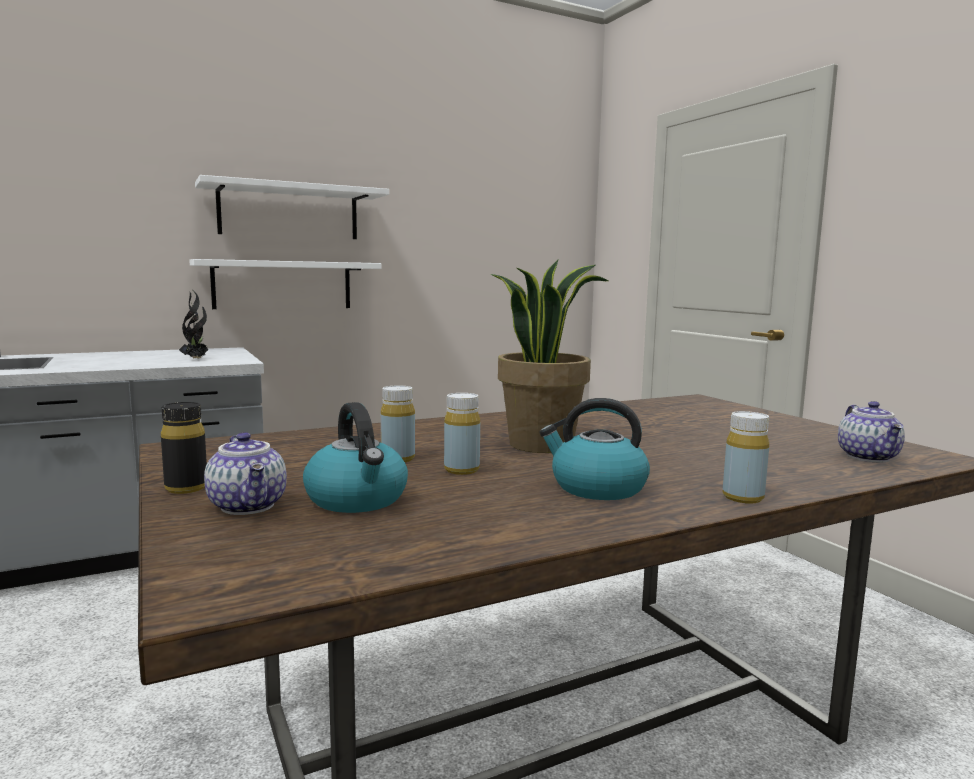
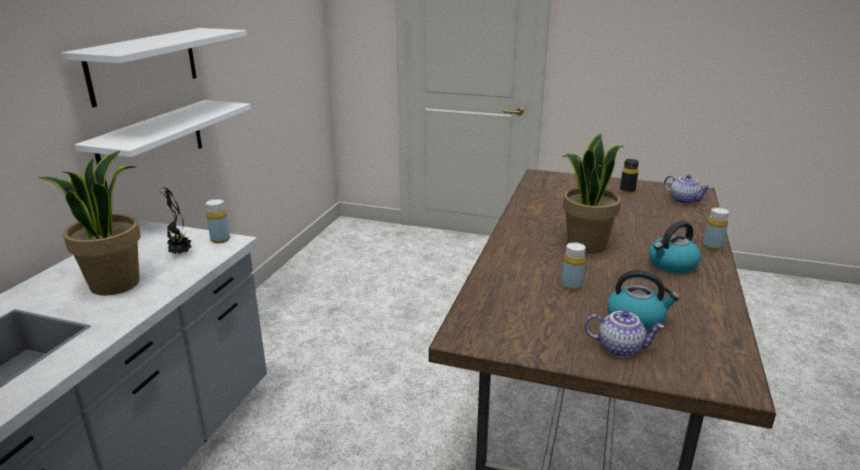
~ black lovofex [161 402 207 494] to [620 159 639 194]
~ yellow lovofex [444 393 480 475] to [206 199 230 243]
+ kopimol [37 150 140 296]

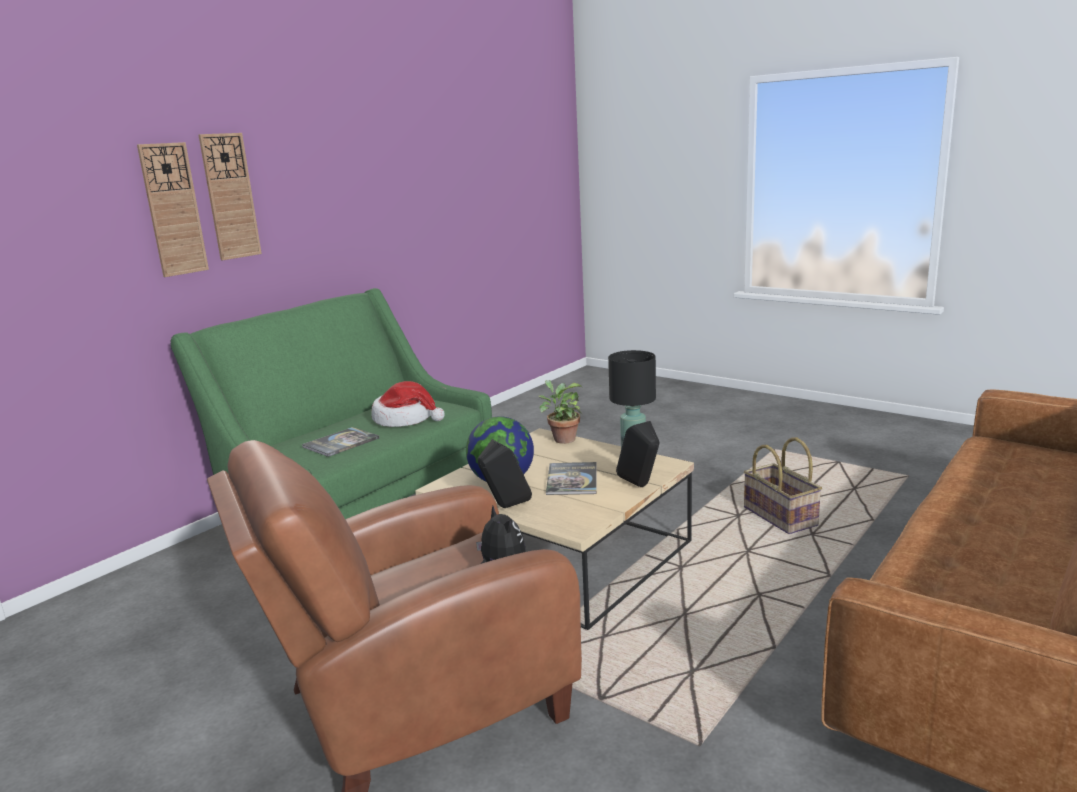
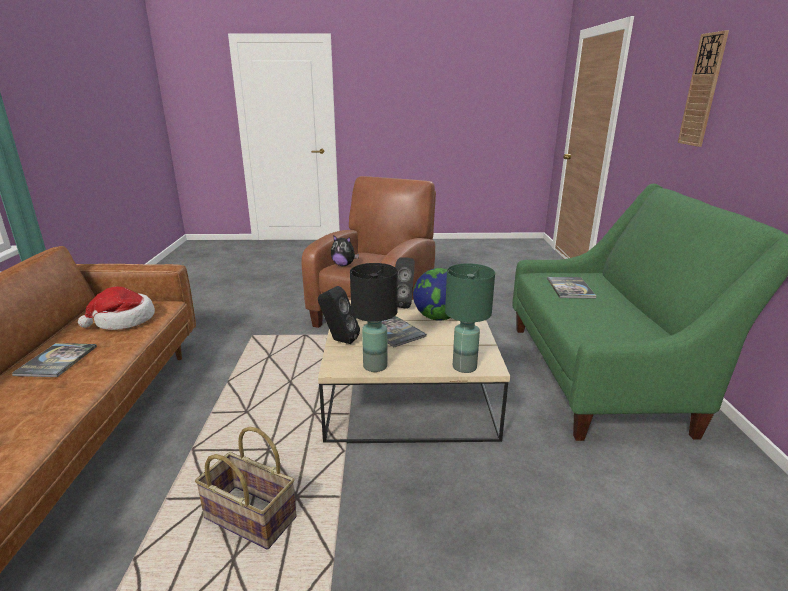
- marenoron [199 133 262 260]
~ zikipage [371 381 445 427] to [78 286 155 330]
~ kopimol [539 380 583 444] to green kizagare [445 263 495 373]
+ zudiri [12 343 97 377]

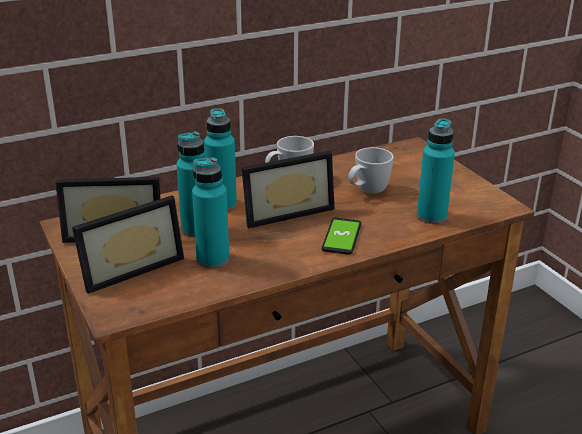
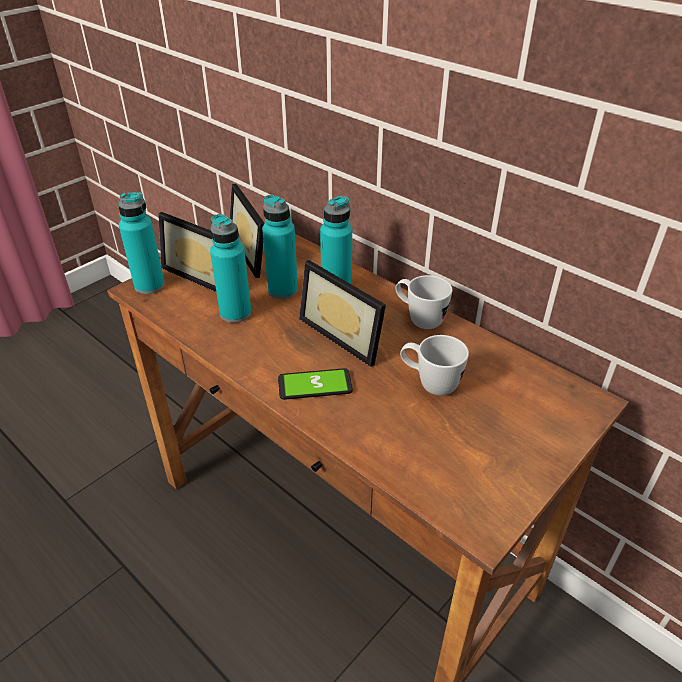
~ turquoise lovofex [417 118 455 224] to [118 192 165 294]

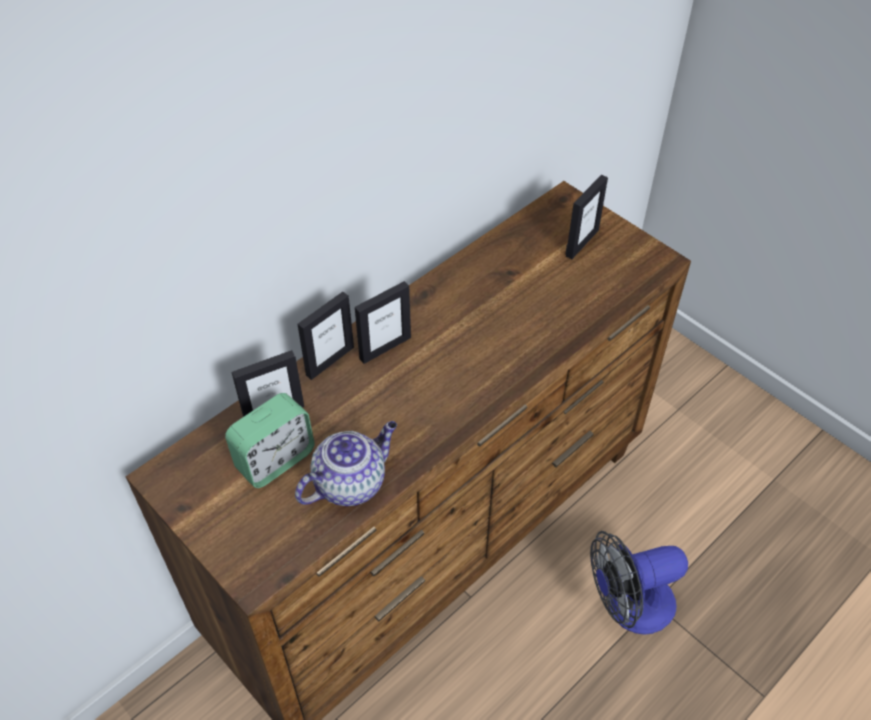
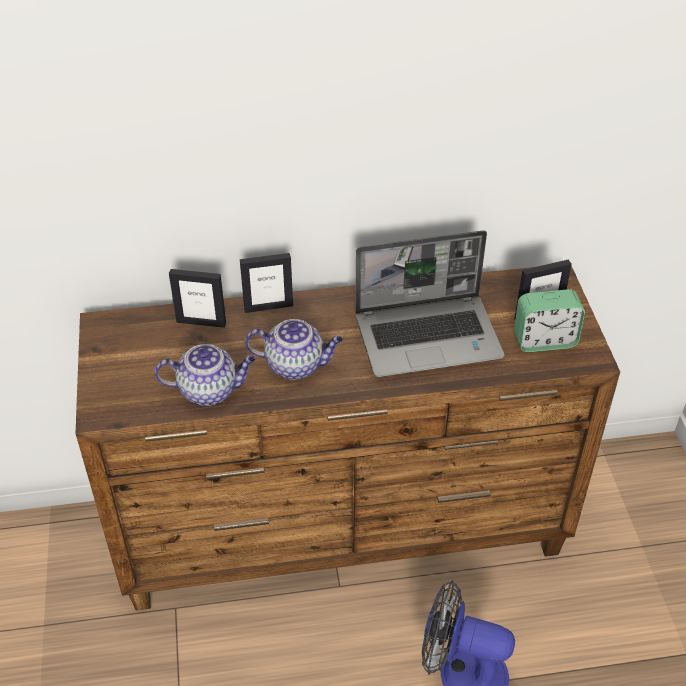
~ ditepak [225 393 315 488] to [514 289 585 352]
- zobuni [355 281 411 364]
+ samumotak [245 319 343 380]
+ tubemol [355 231 505 377]

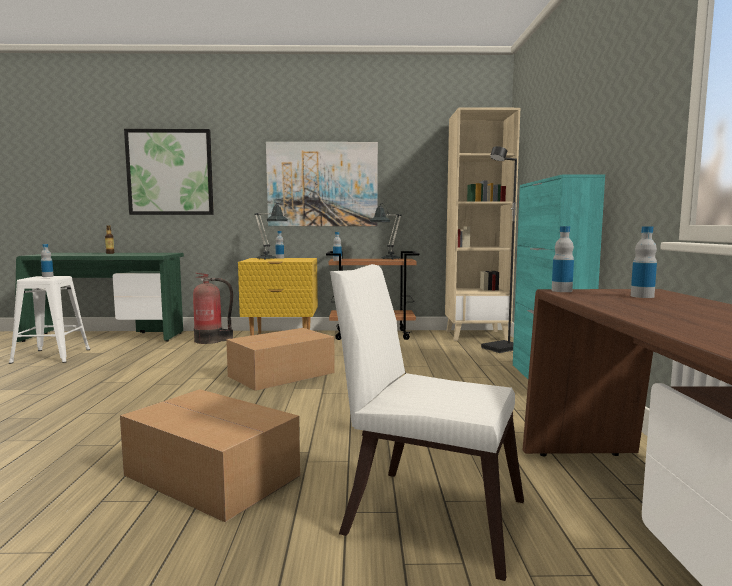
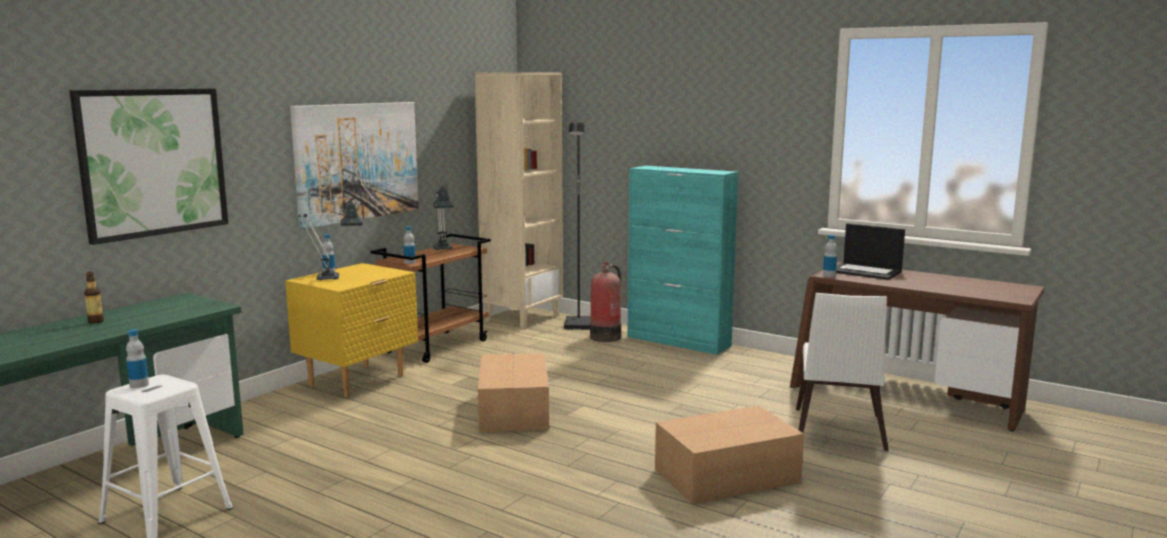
~ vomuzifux [193 273 233 344] to [590 262 621 342]
~ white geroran [330 264 524 581] = [796 293 889 451] 45 degrees counterclockwise
~ lovofex [631 226 657 298] to tubemol [836 223 905 280]

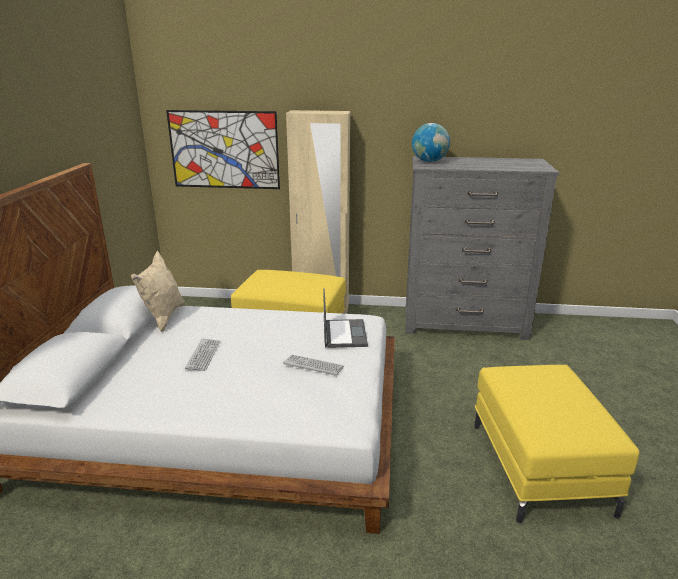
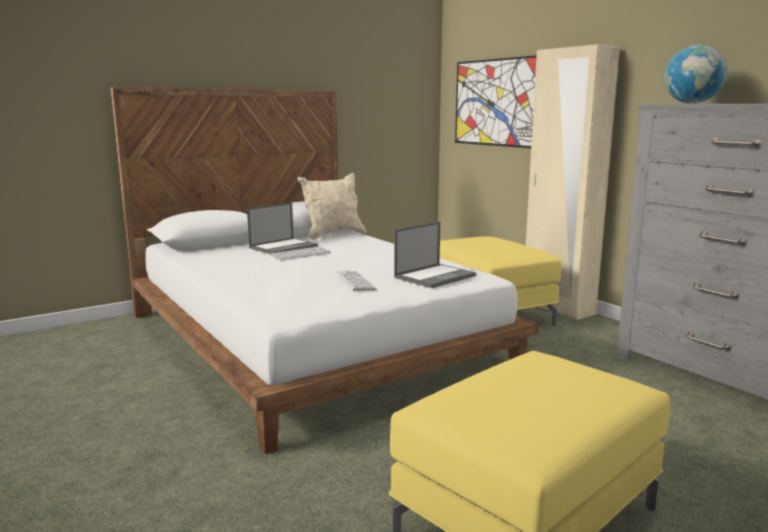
+ tubemol [247 202 318 254]

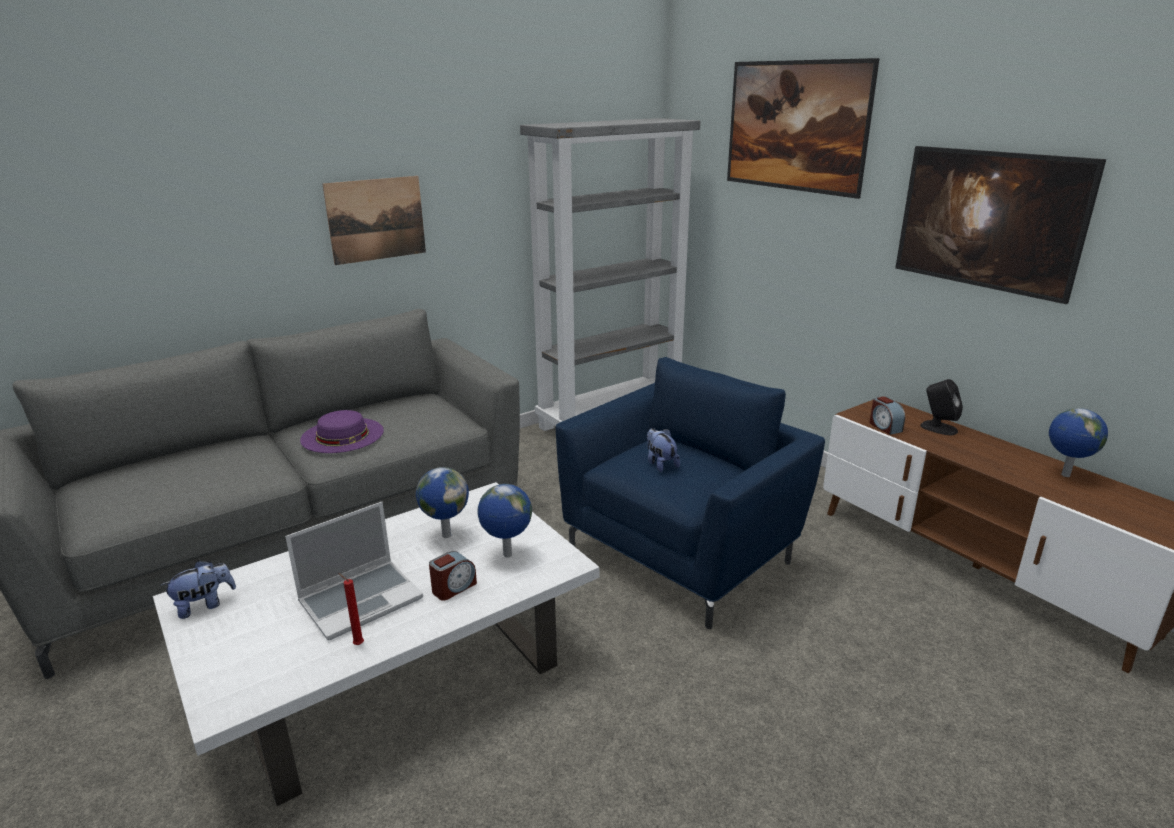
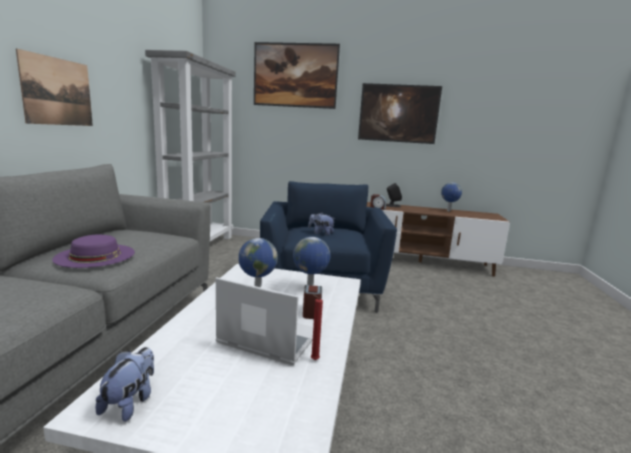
~ tubemol [285 502 423 640] = [216 277 313 365] 75 degrees counterclockwise

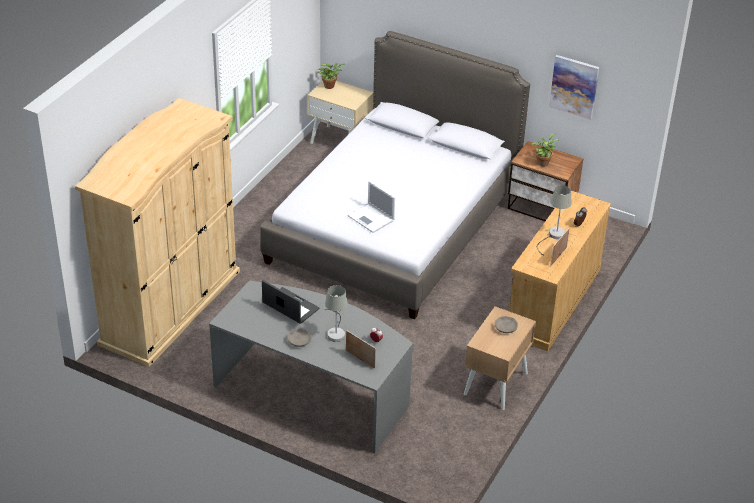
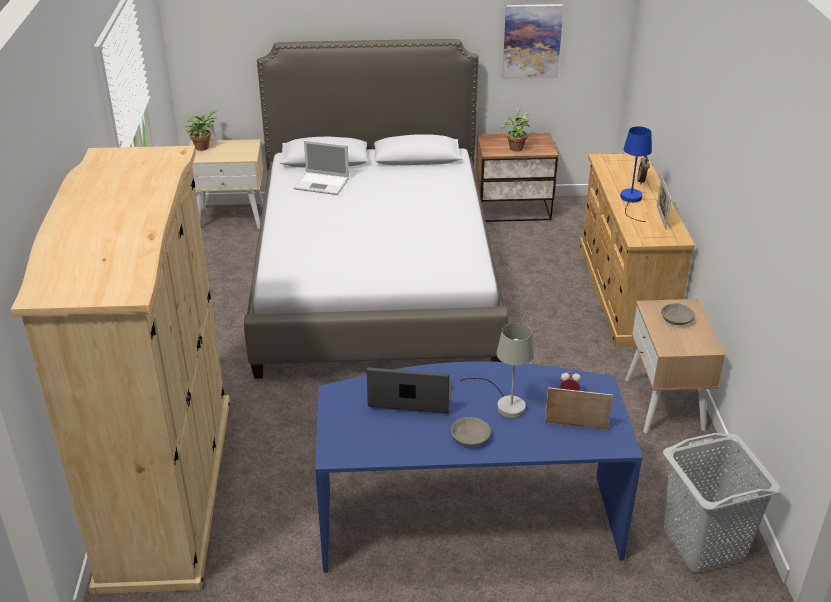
~ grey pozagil [209 281 413 454] to blue pozagil [315 362 642 573]
~ tubemol [348 181 395 233] to [294 140 349 195]
~ grey kizagare [537 185 572 255] to blue kizagare [620 127 652 222]
+ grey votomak [663 433 783 573]

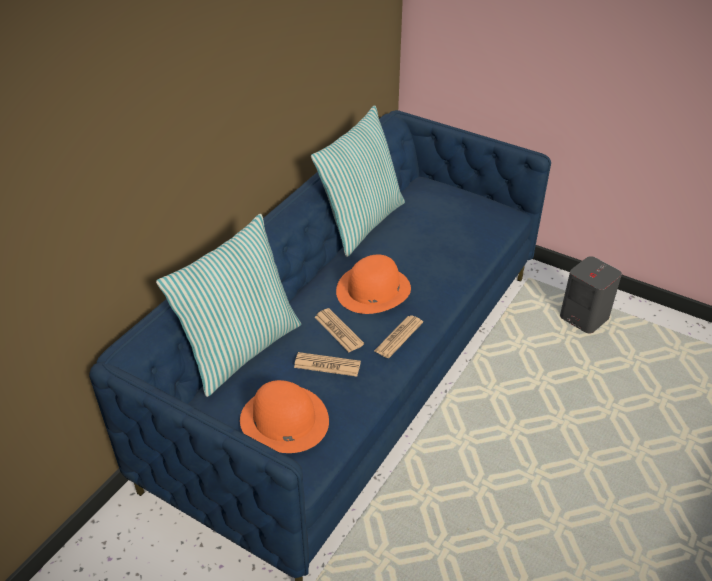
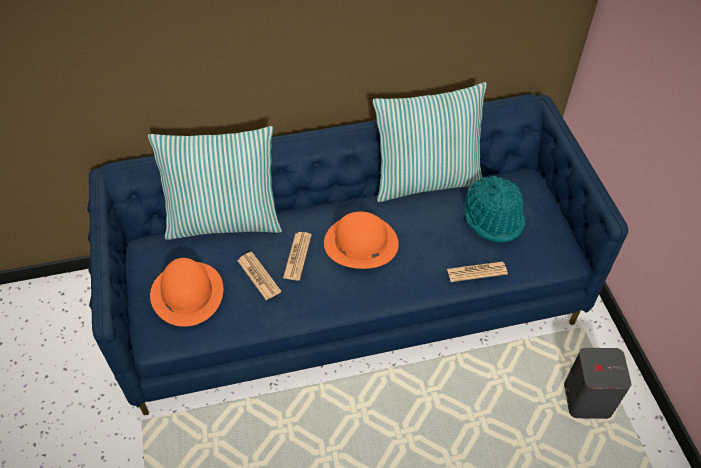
~ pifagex [374 315 423 358] to [447 261 508 282]
+ turquoise zikipage [465 176 526 243]

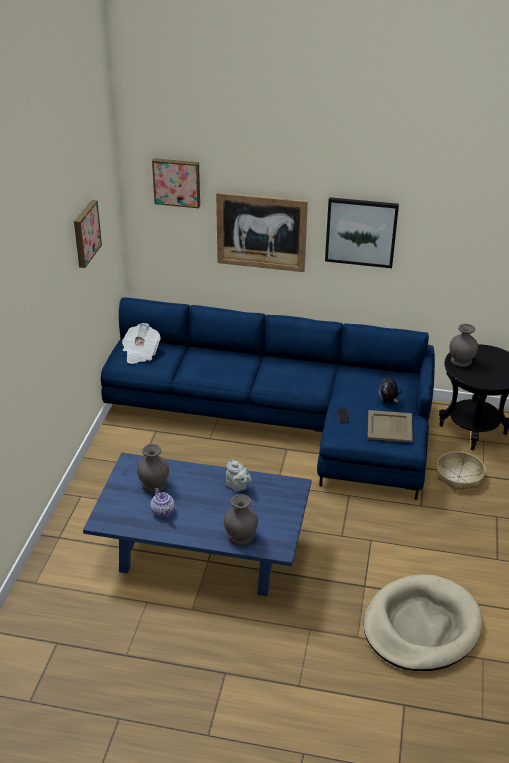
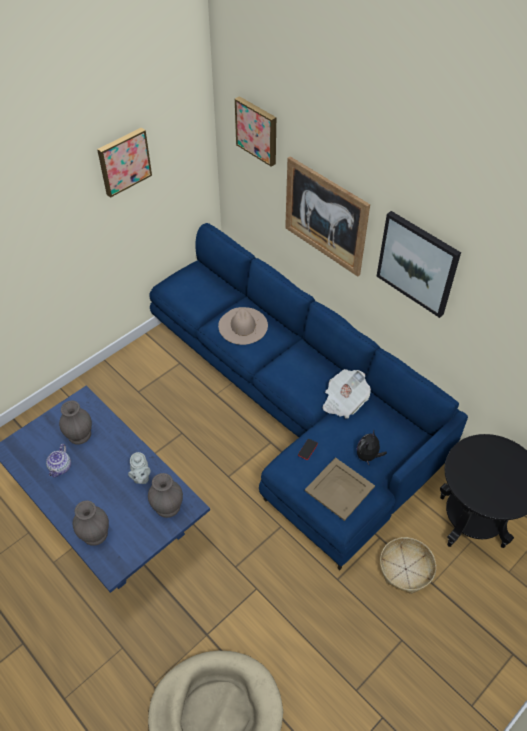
~ pifagex [122 323 161 364] to [323 369 371 419]
~ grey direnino [449 324 478 367] to [148 473 183 518]
+ beige zikipage [218 307 268 345]

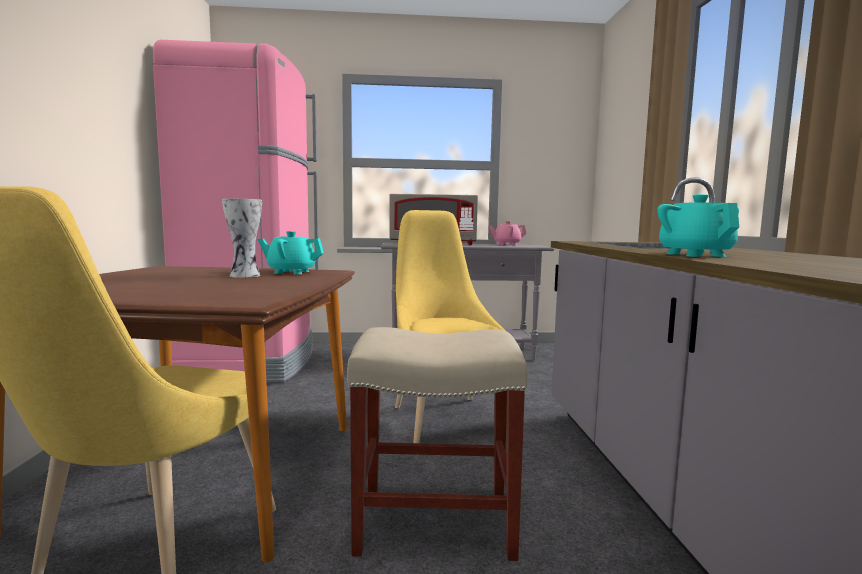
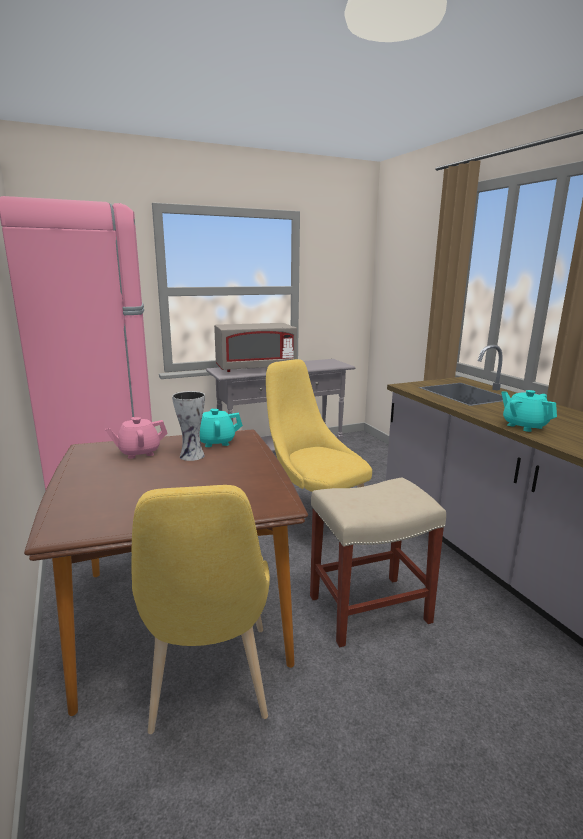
~ pink samumotak [489 221 527 246] to [105 417 168 459]

